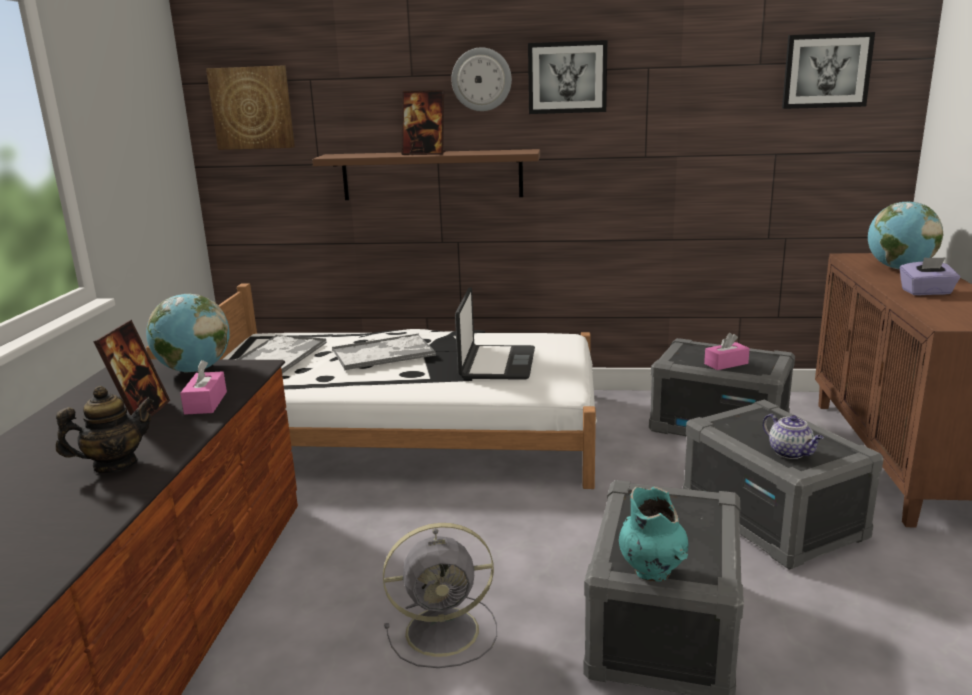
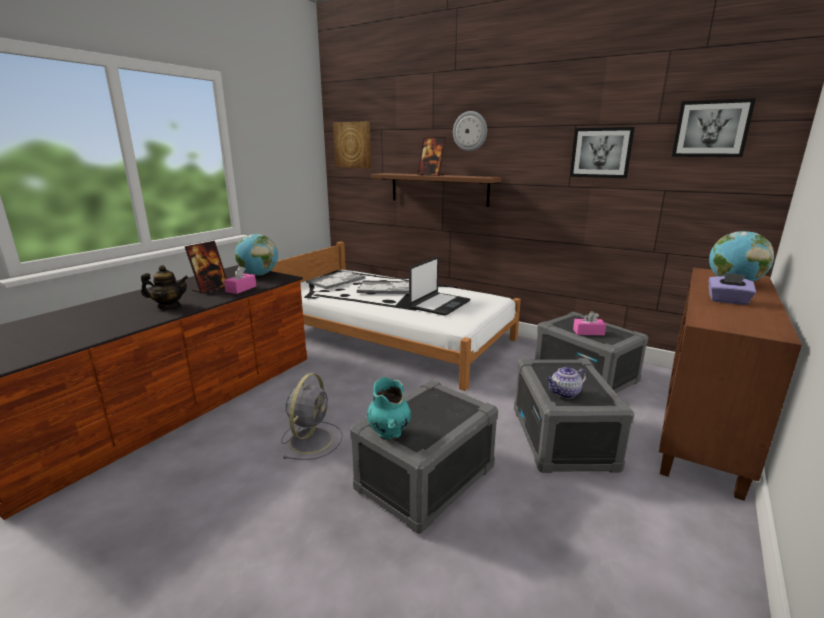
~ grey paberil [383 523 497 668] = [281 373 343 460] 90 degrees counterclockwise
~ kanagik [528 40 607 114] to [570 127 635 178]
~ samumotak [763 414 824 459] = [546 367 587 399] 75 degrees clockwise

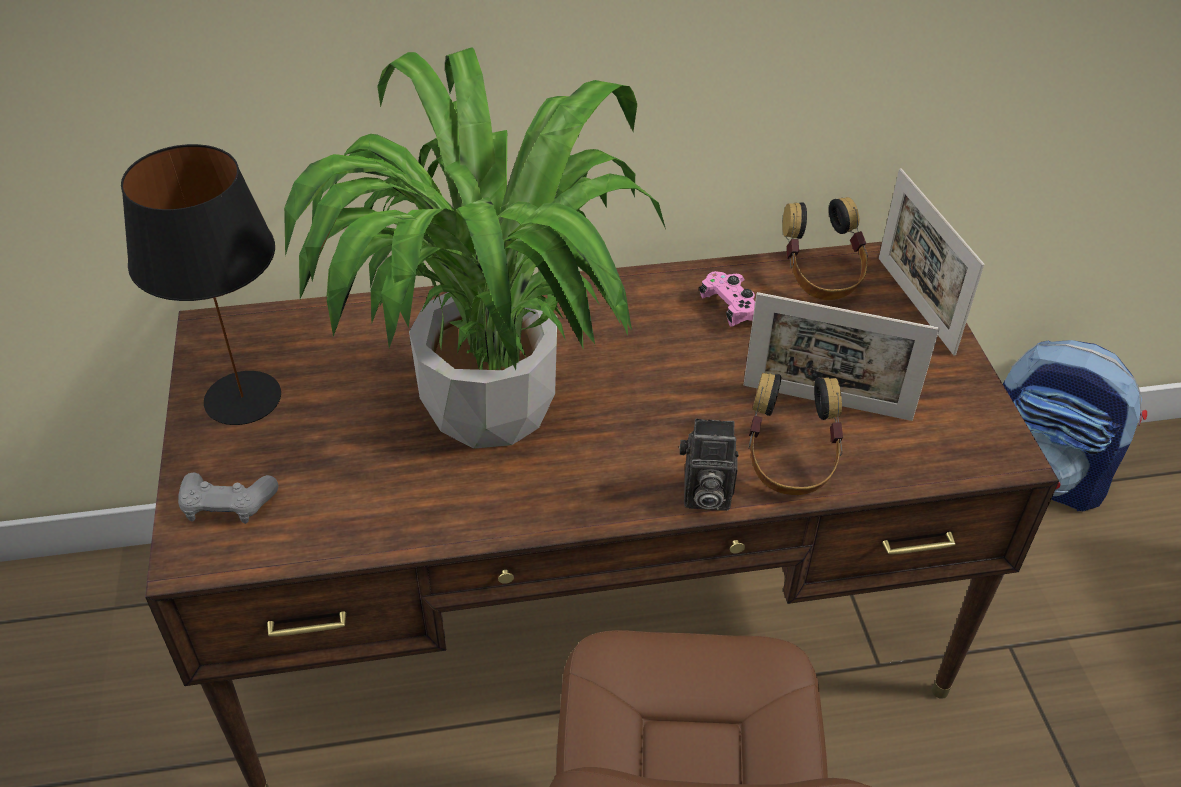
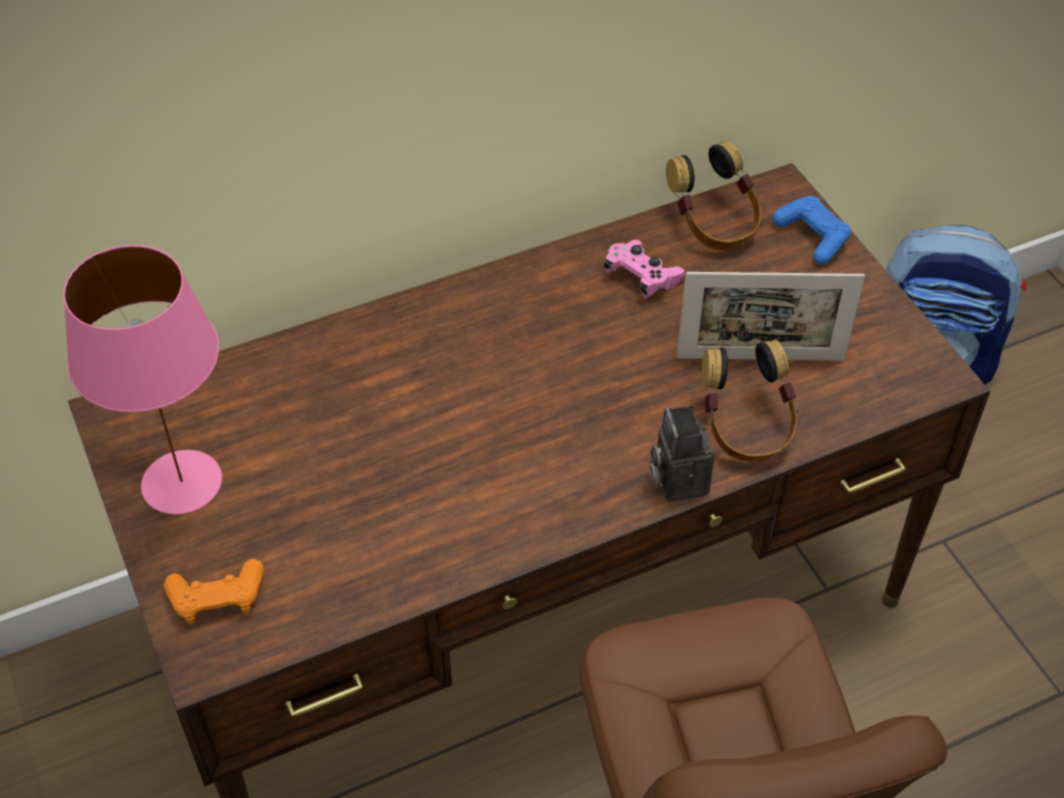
~ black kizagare [121 144 281 425] to pink kizagare [63 245 222 514]
~ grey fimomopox [178 472 279 524] to orange fimomopox [164 559 264 624]
- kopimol [284 47 666 449]
~ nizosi [679 419 739 511] = [650 406 714 502] 90 degrees clockwise
~ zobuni [879 168 984 356] to blue fimomopox [772 196 851 264]

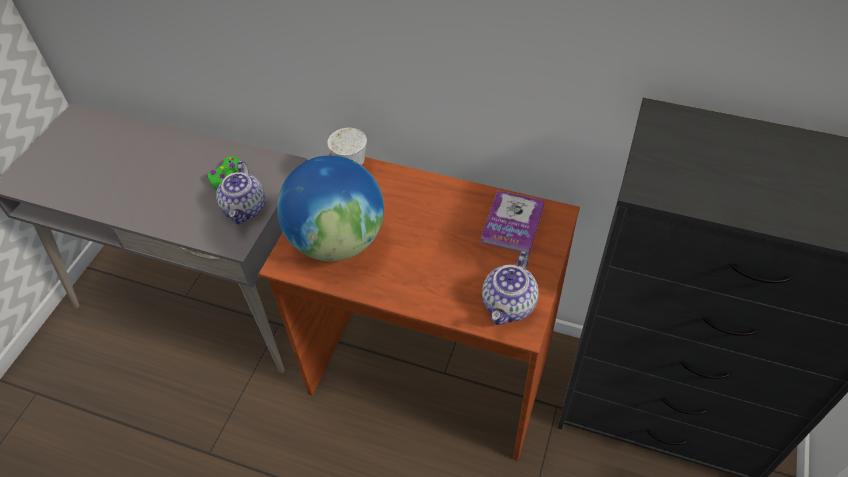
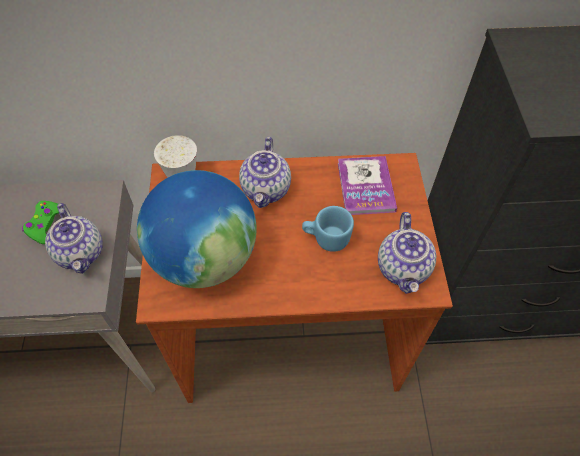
+ samumotak [239 137 291 208]
+ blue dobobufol [302 206 354 252]

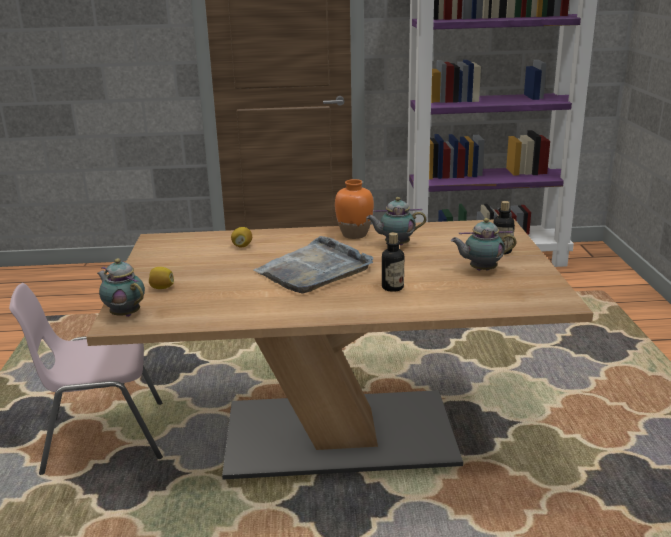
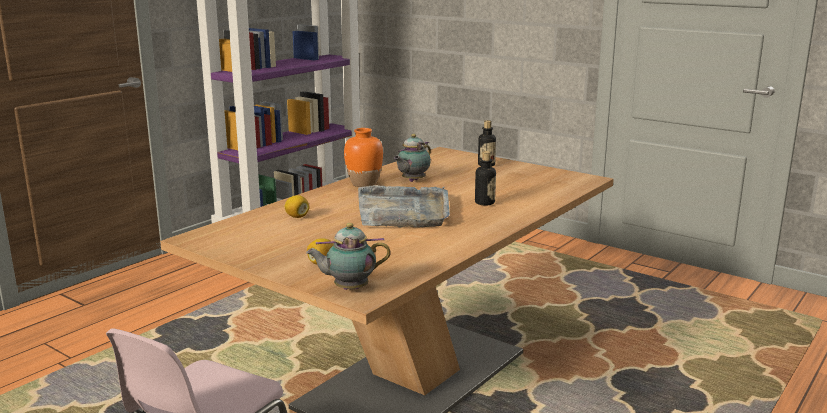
- samumotak [451 218 517 271]

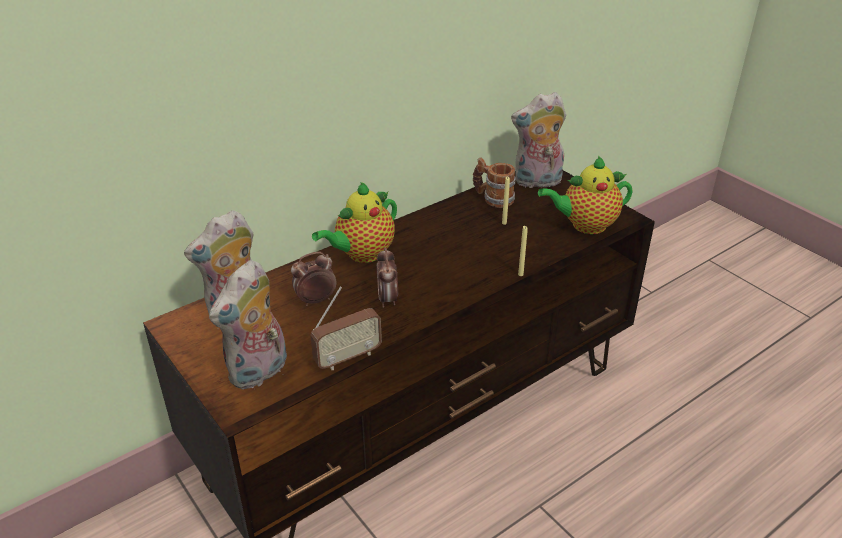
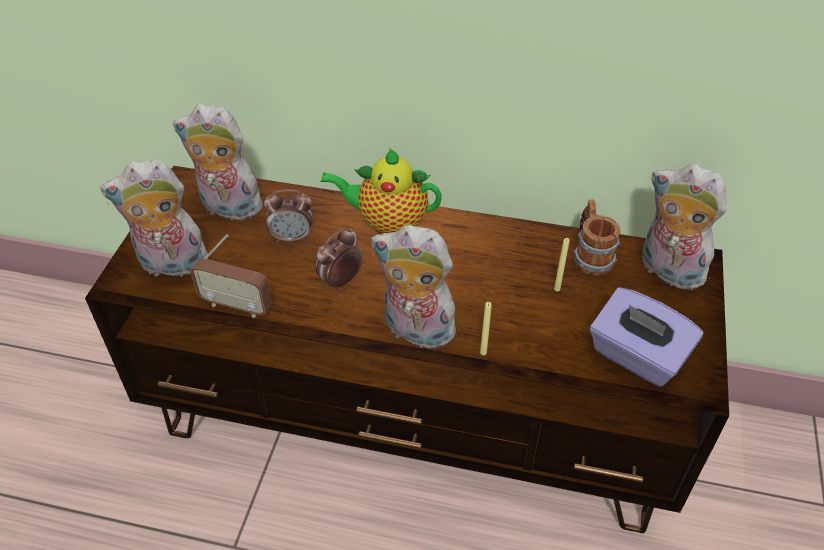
~ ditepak [291 252 336 306] = [264 189 313 243] 150 degrees clockwise
~ samumotak [538 156 633 234] to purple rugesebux [590 287 704 387]
+ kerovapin [371 225 461 352]

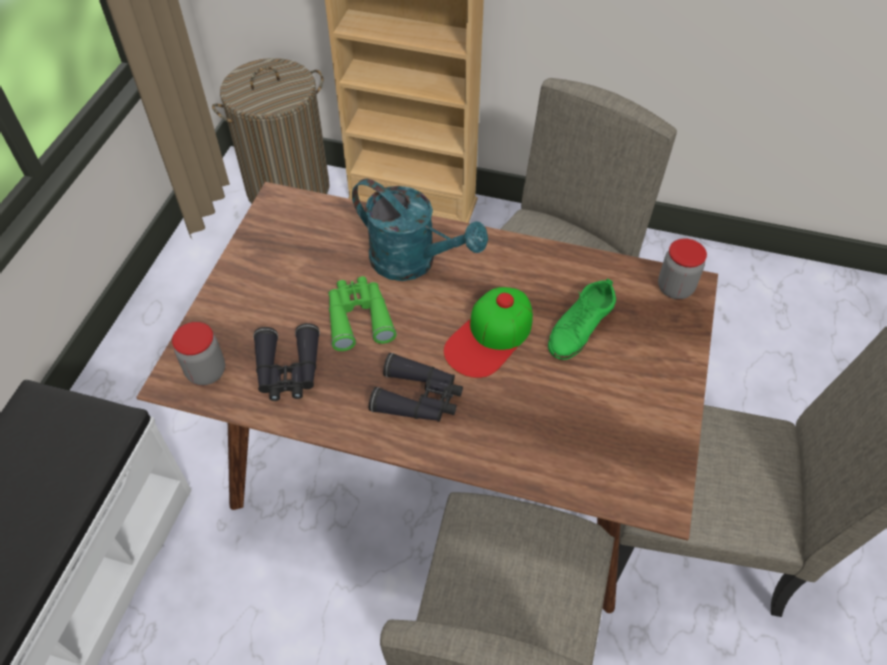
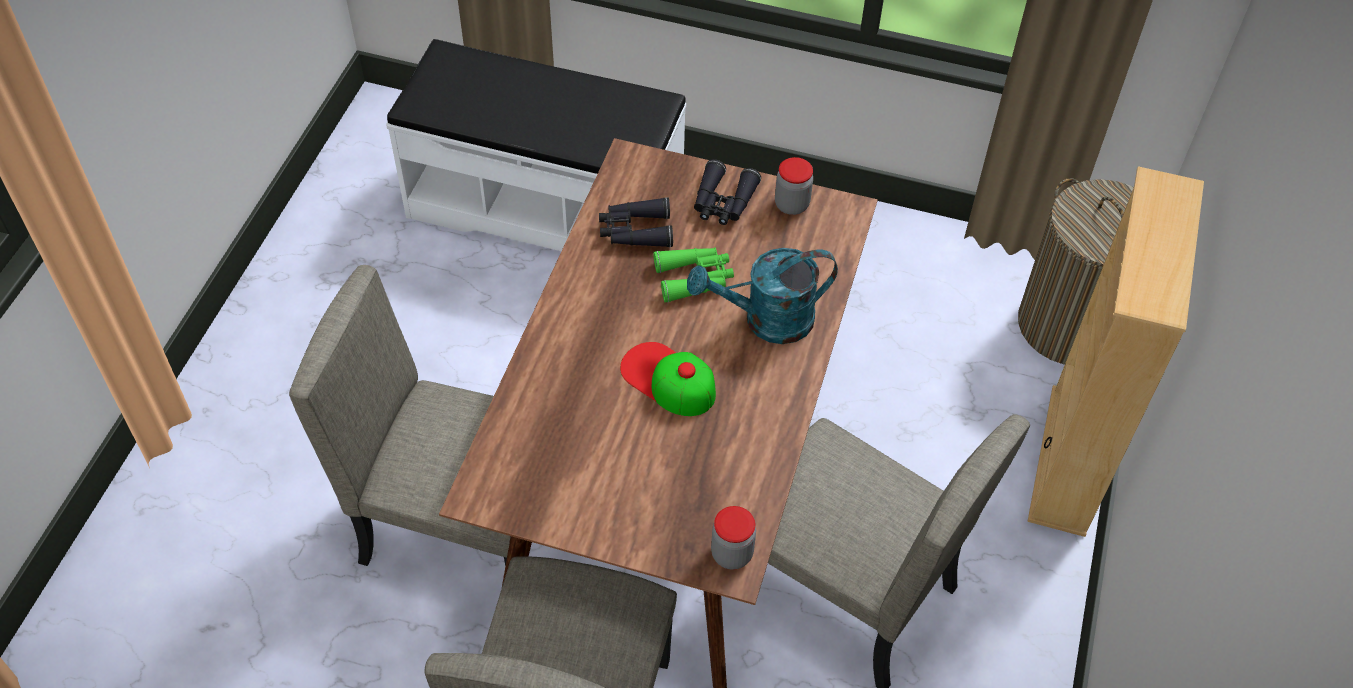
~ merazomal [172 322 225 385] to [775 157 813 215]
~ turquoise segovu [352 179 488 281] = [687 248 838 344] 45 degrees clockwise
~ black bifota [369 353 463 422] to [694 159 761 225]
- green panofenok [548 278 616 360]

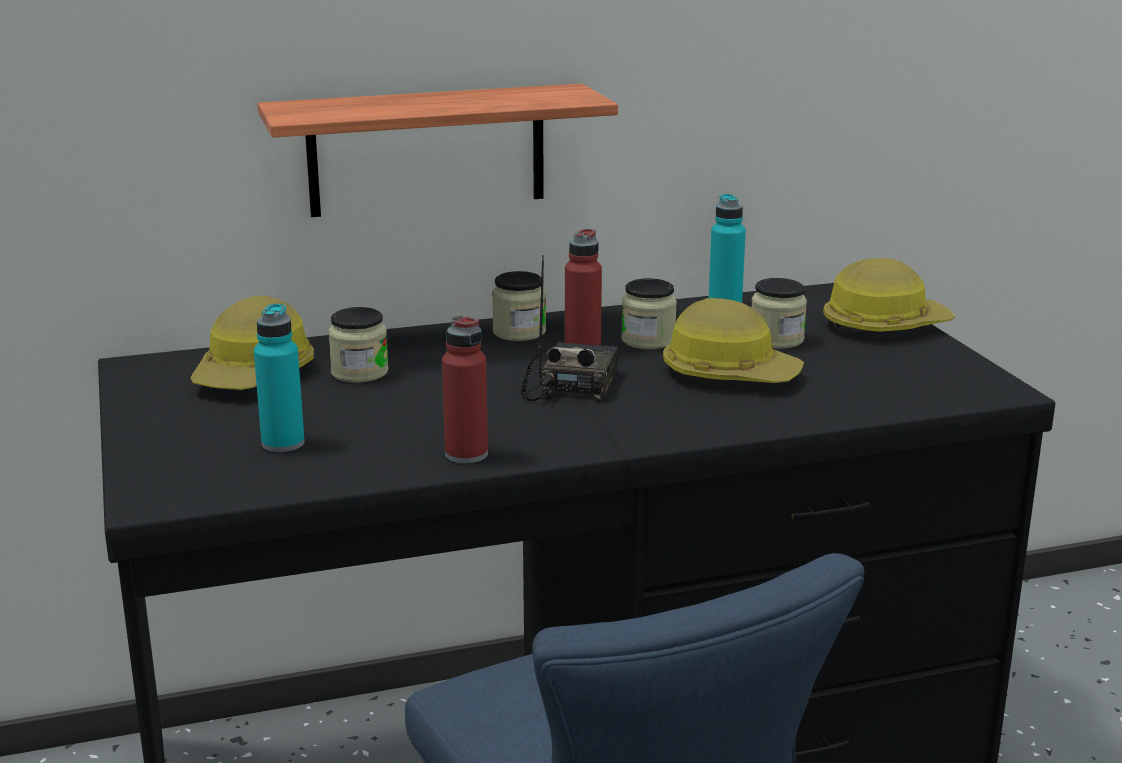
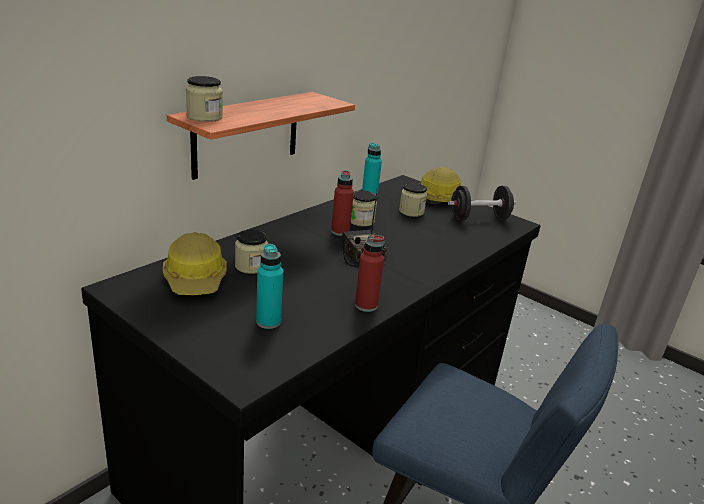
~ merazomal [492 271 546 341] to [186 76 223 122]
- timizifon [663 298 804 383]
+ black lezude [448 186 516 221]

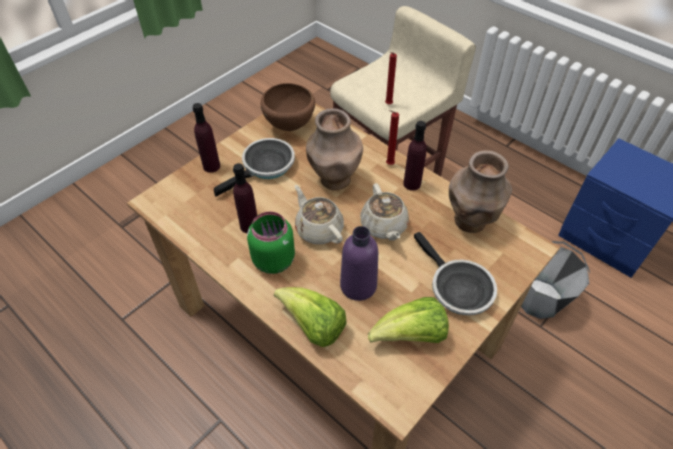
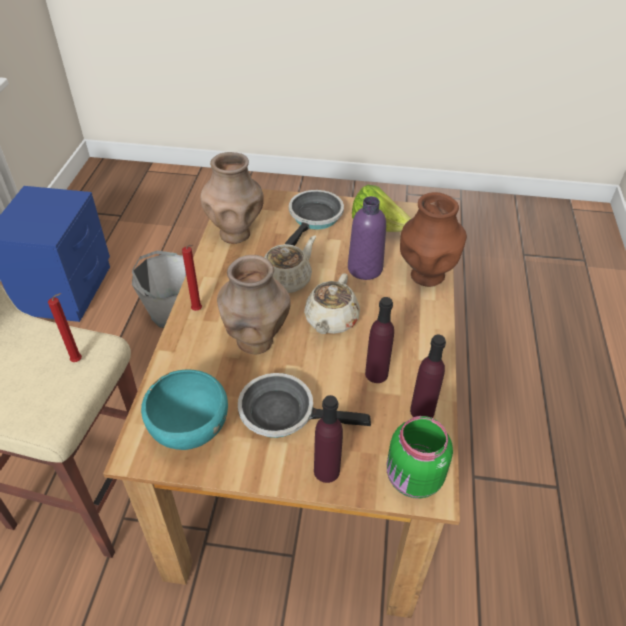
~ green merazomal [247 212 295 274] to [387 416 453 499]
~ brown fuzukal [261 83 315 131] to turquoise fuzukal [141 370 228 450]
~ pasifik [274 287 346 347] to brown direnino [400 192 467 287]
~ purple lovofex [403 121 427 191] to [410 335 446 418]

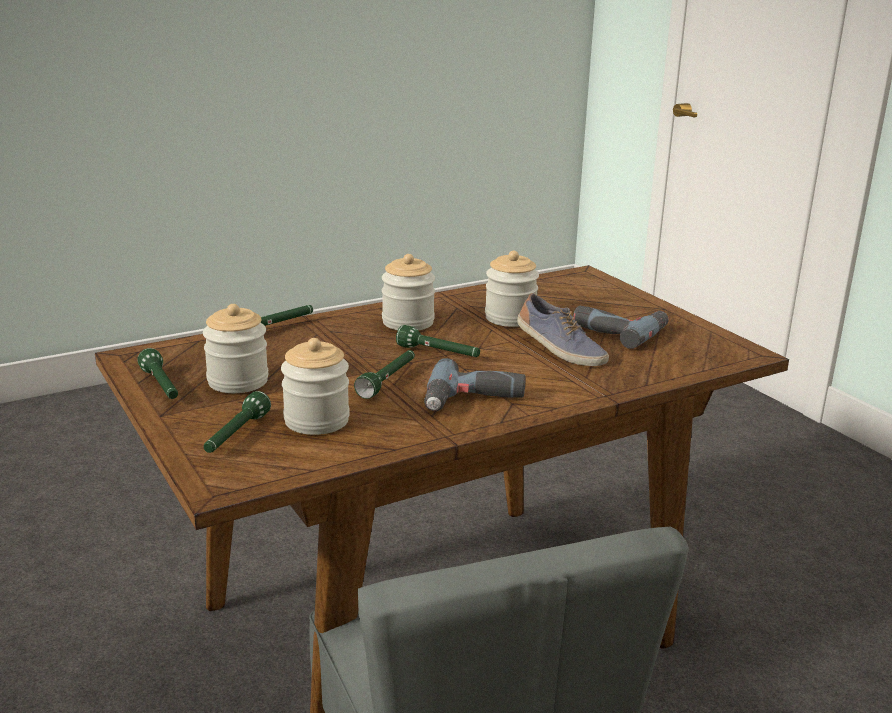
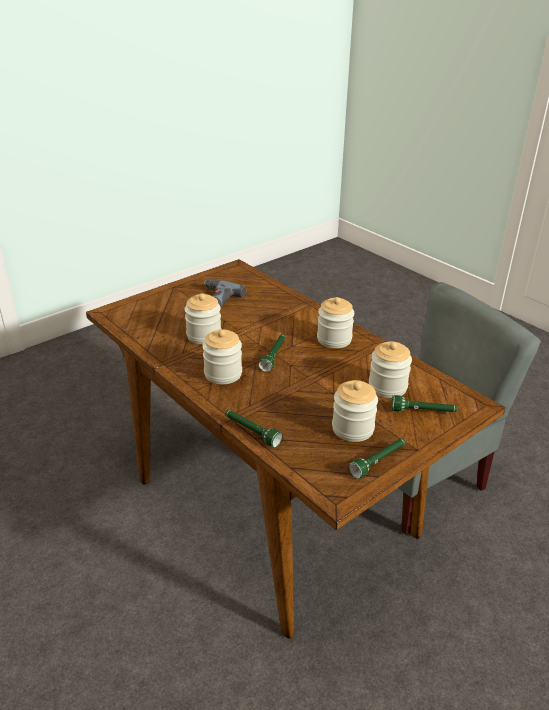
- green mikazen [354 350 415 399]
~ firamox [424 358 526 411] to merazomal [317 297 354 348]
- panofenok [517 293 609 366]

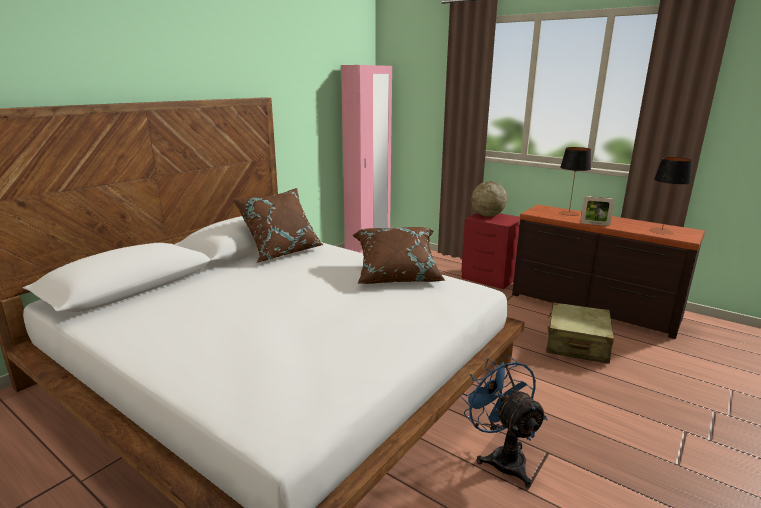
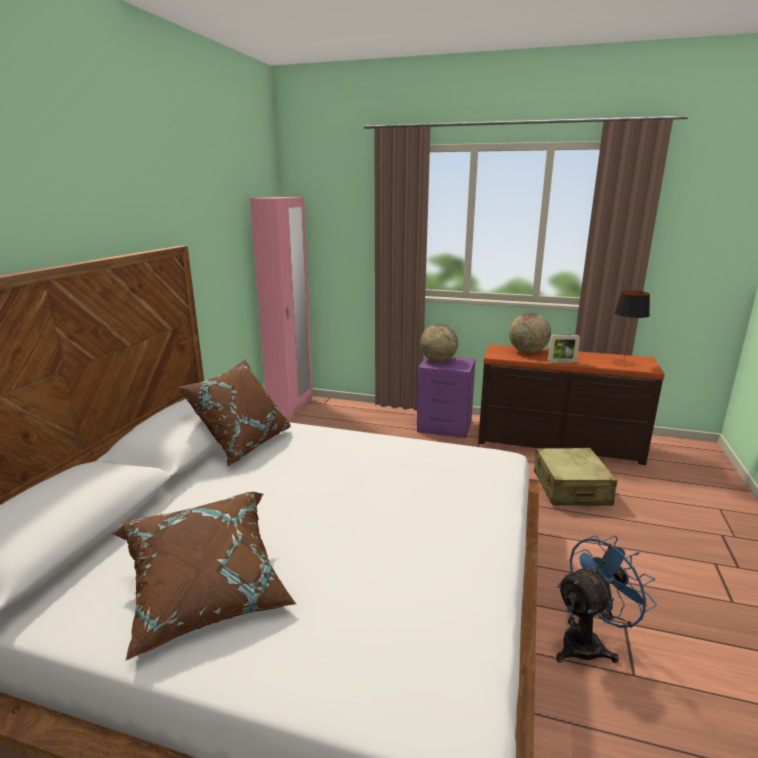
~ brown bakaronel [352 227 446 284] to [113 492 296 660]
~ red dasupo [461 213 520 289] to purple dasupo [417 357 476 438]
~ blue paberil [461 355 548 487] = [556 535 657 663] 105 degrees clockwise
~ kizagare [559 147 591 216] to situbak [509 313 551 353]

